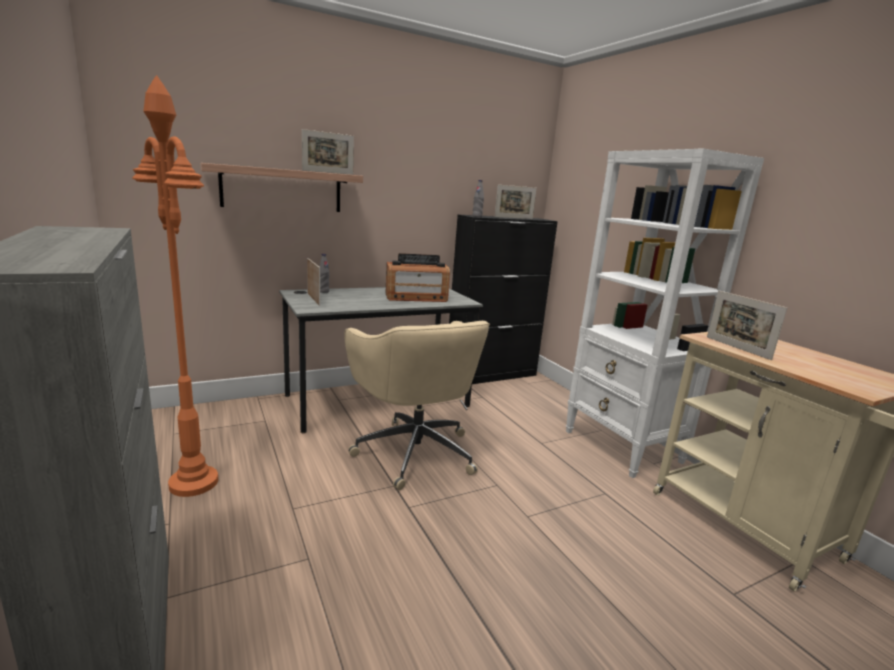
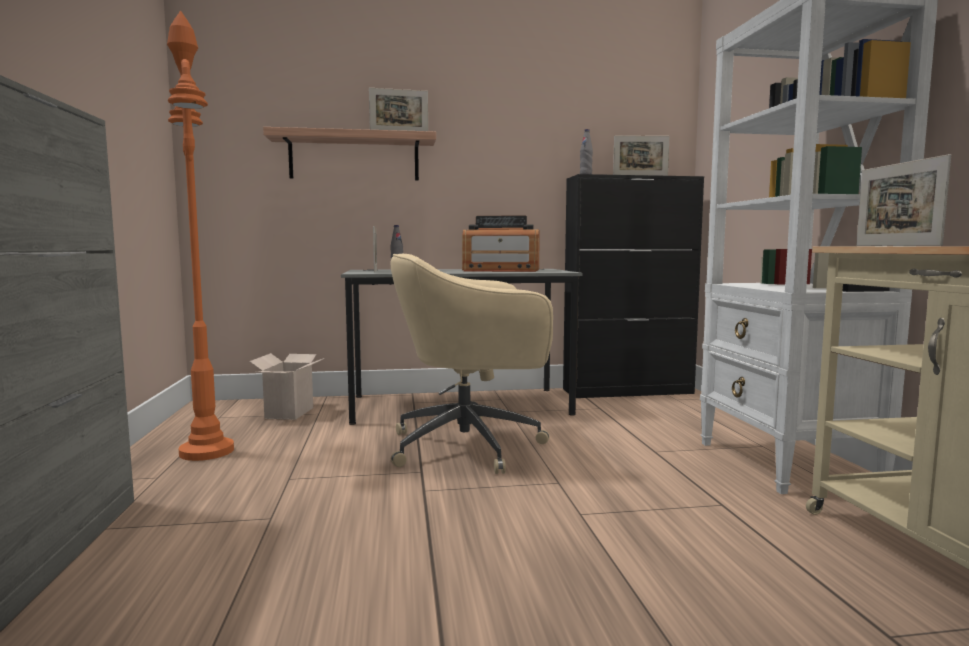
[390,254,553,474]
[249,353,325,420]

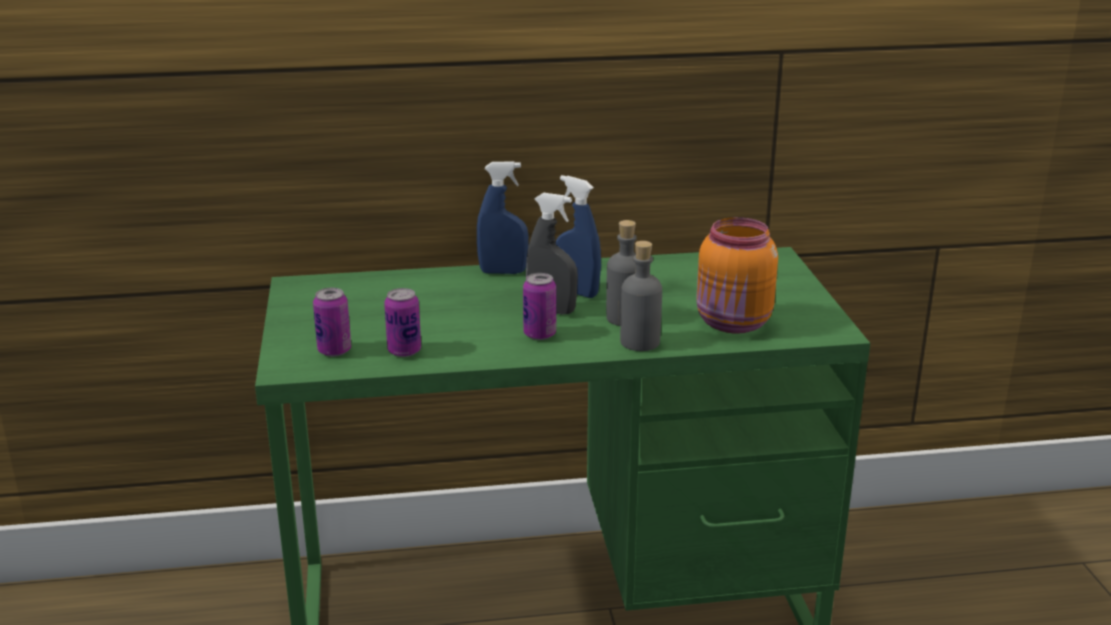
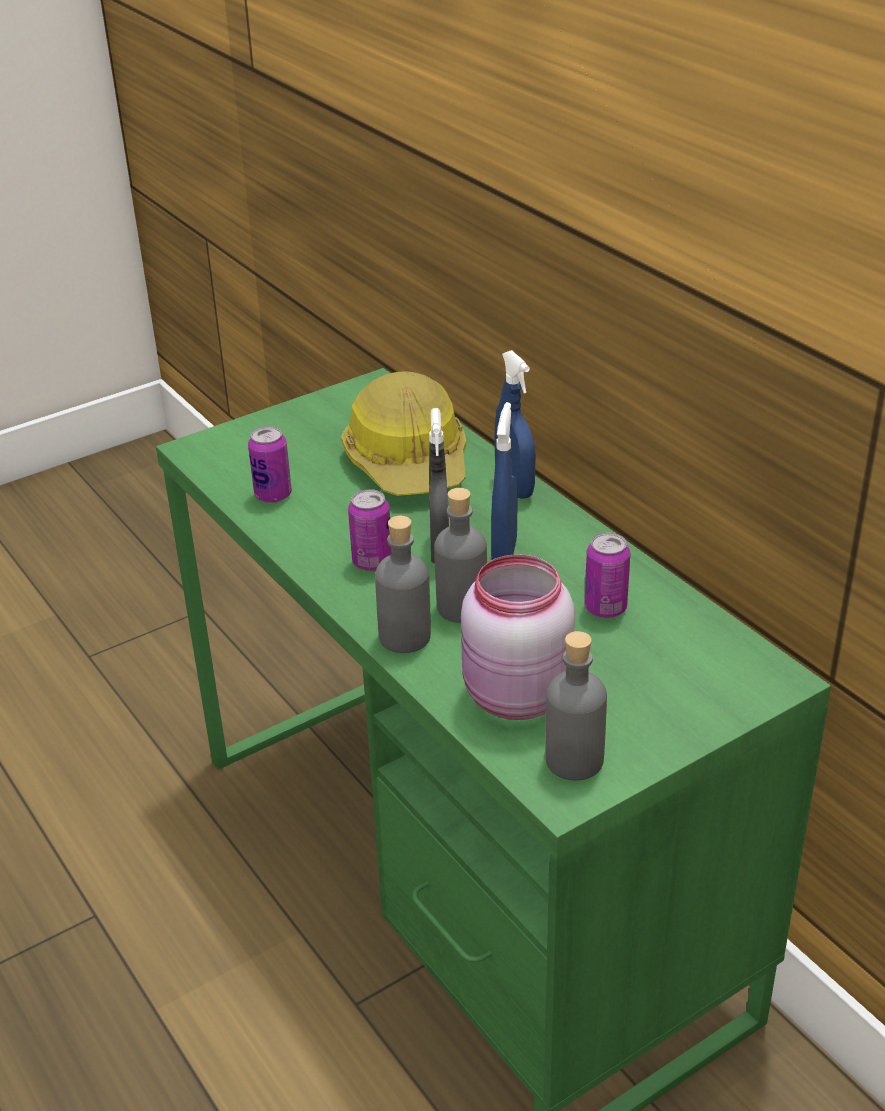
[461,554,575,720]
[585,533,630,618]
[341,371,466,496]
[545,631,607,780]

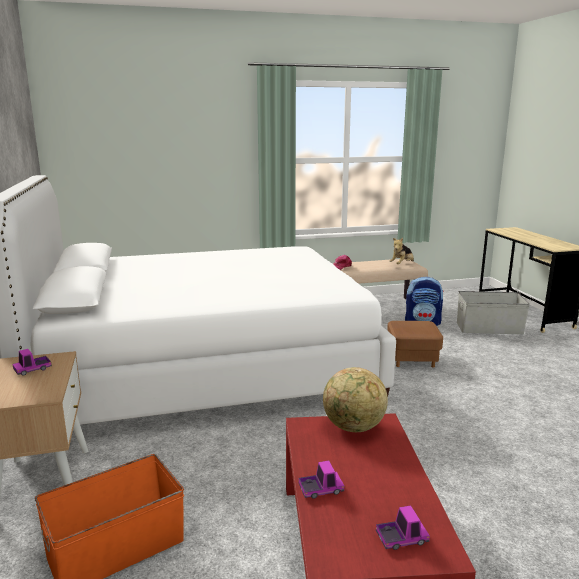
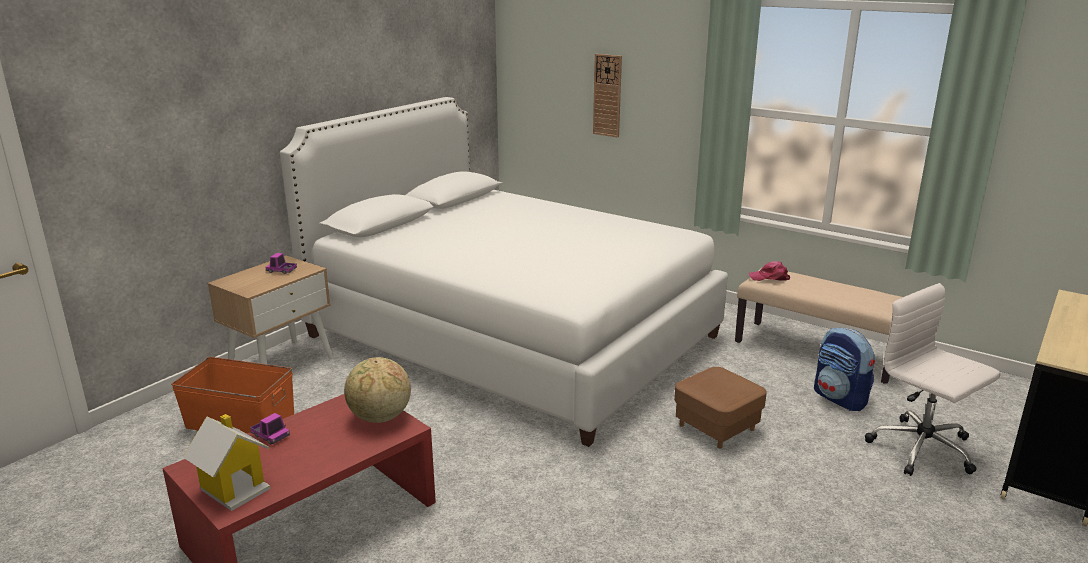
[389,238,414,264] (first image)
[865,283,1000,476]
[183,414,270,511]
[593,54,622,137]

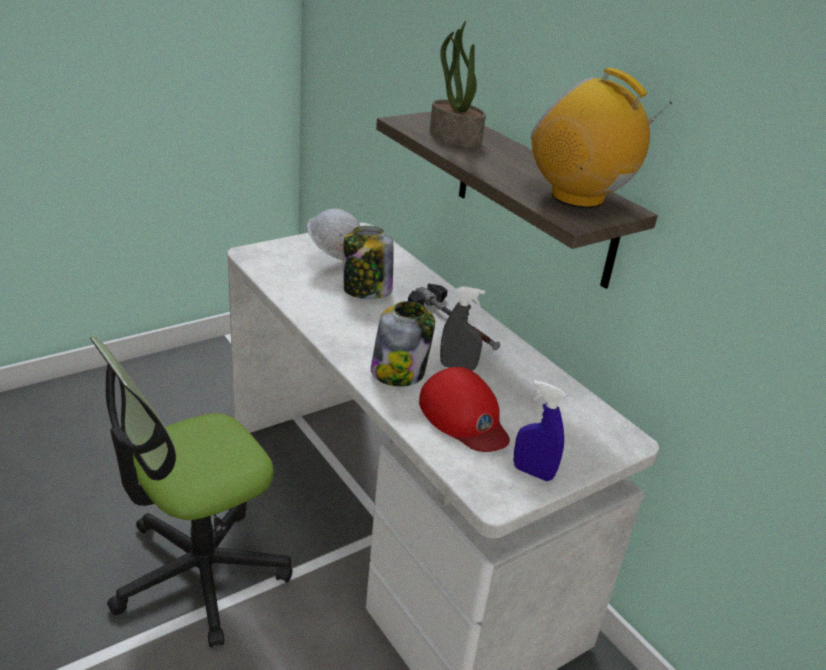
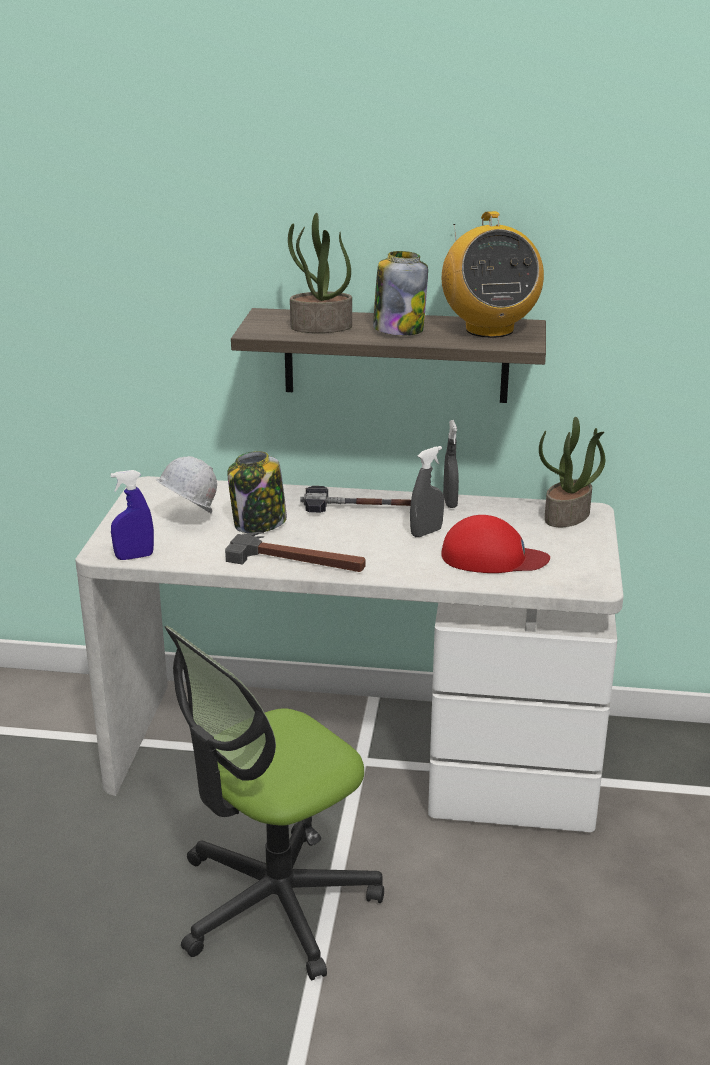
[442,211,544,338]
[373,251,428,335]
[164,626,384,980]
[110,470,154,560]
[539,417,605,527]
[443,420,459,508]
[225,532,366,572]

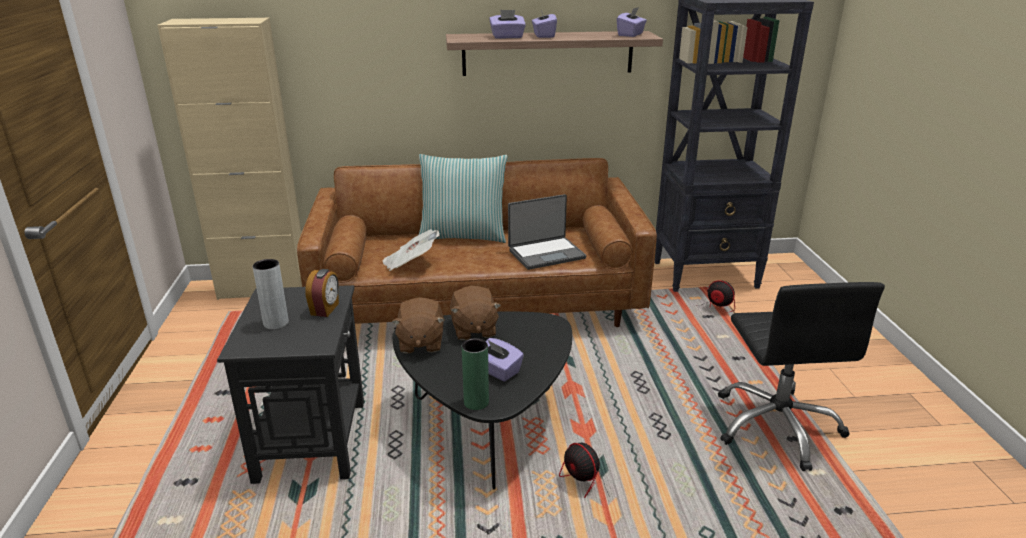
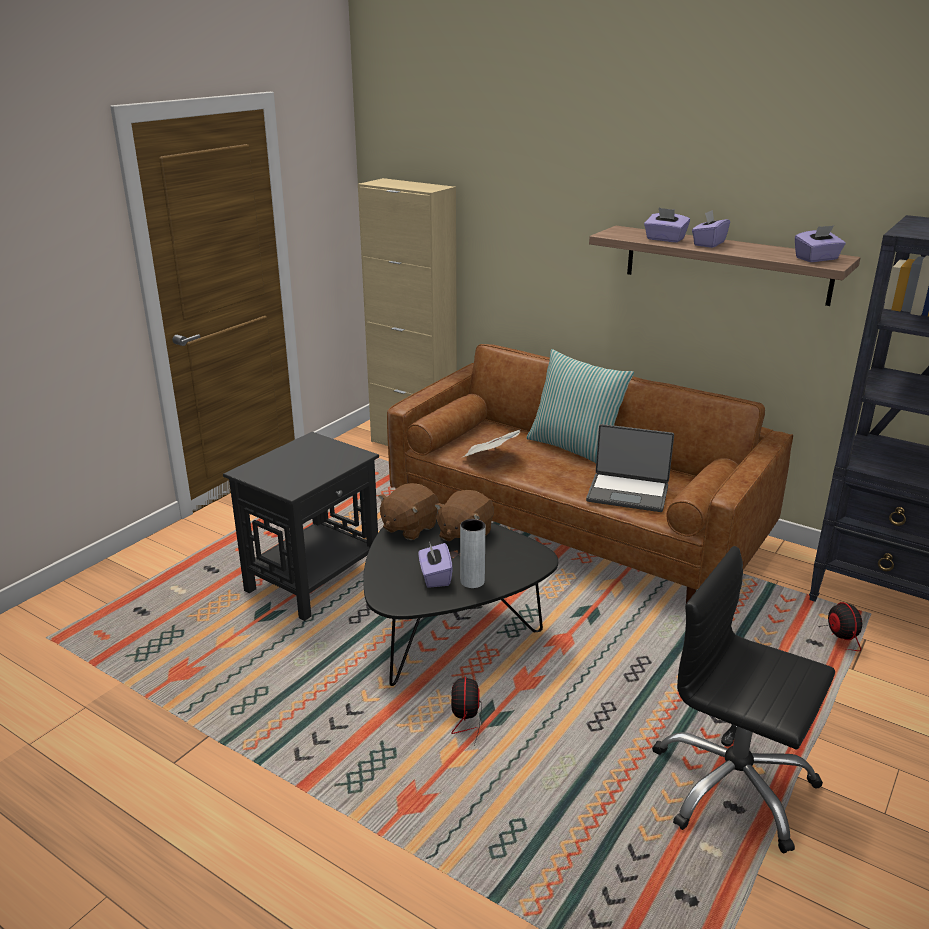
[460,519,485,588]
[305,269,339,317] (first image)
[652,546,835,853]
[462,338,489,410] (first image)

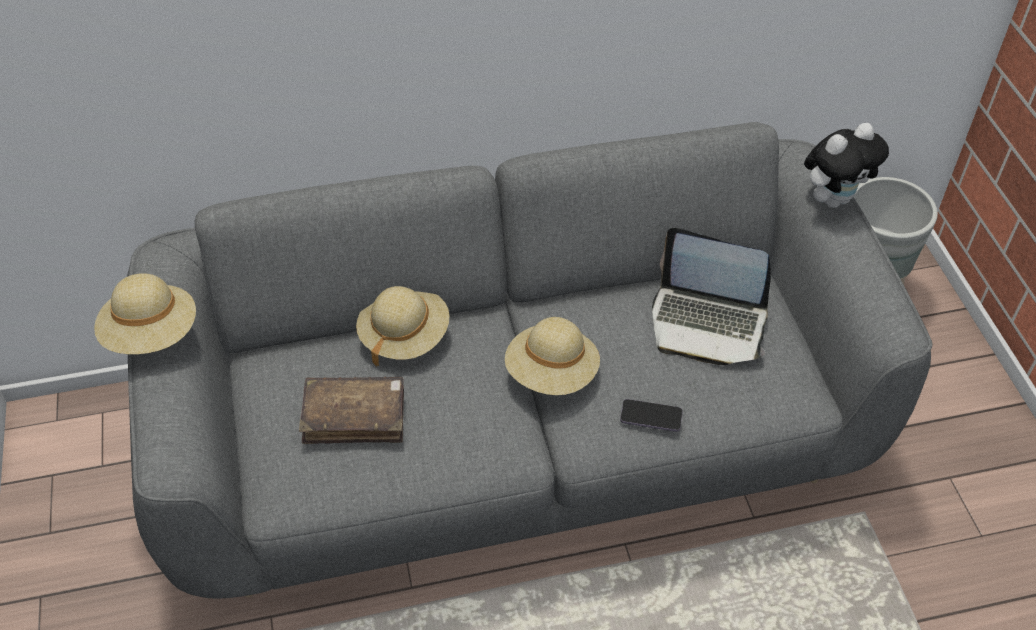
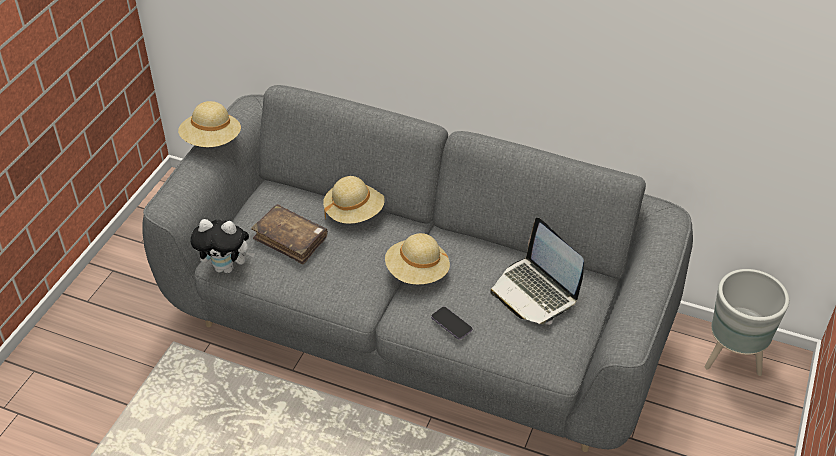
[190,219,255,274]

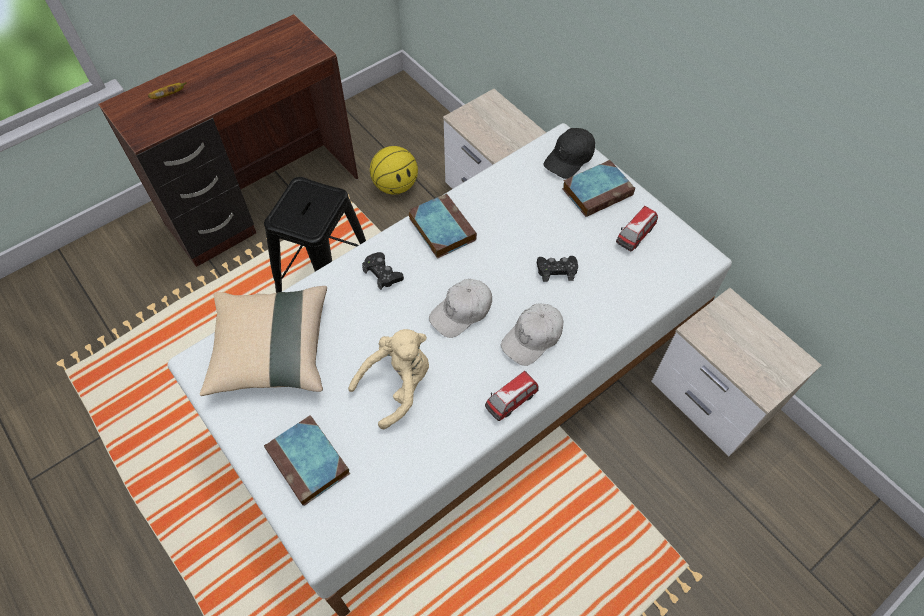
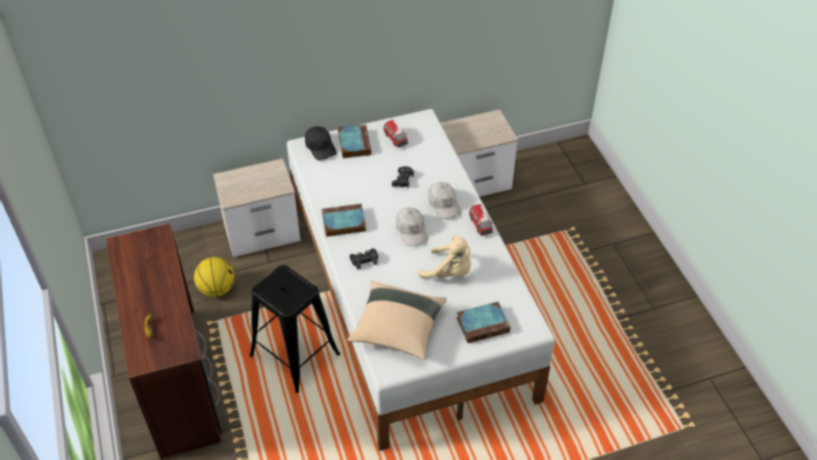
[418,236,471,278]

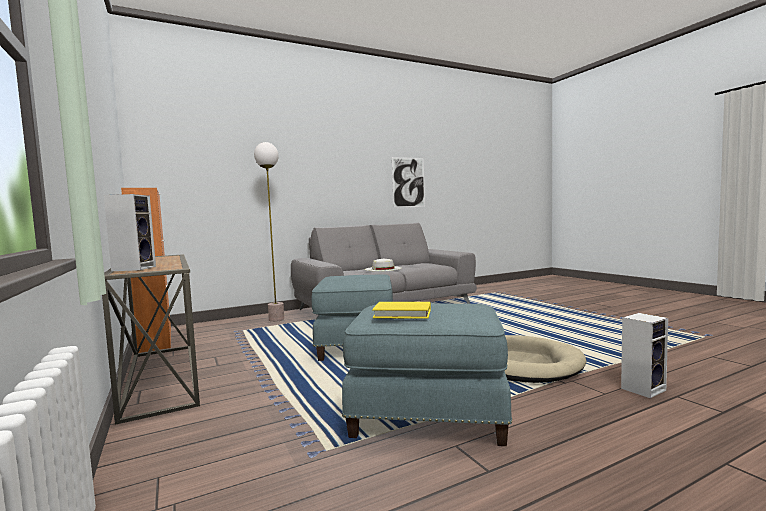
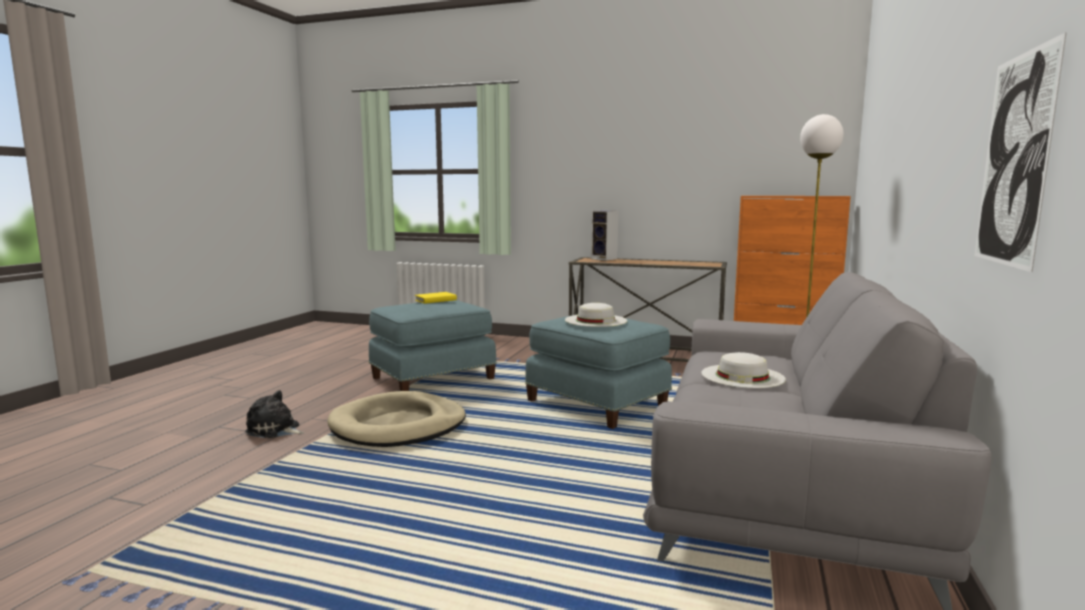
[245,390,305,438]
[565,303,627,327]

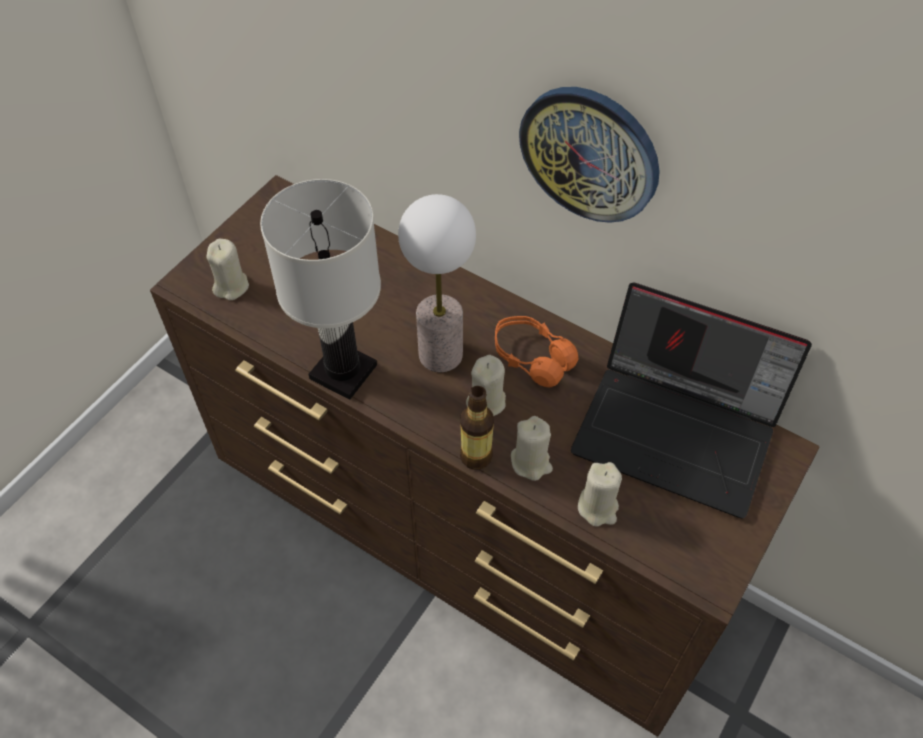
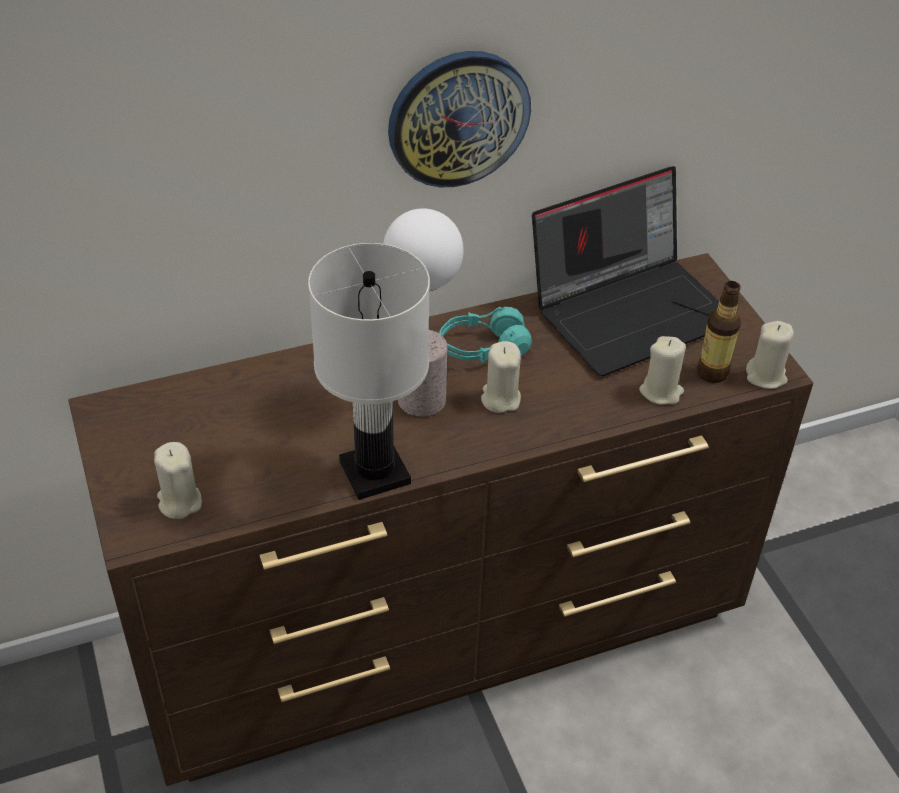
[439,307,532,363]
[697,281,741,383]
[746,321,794,389]

